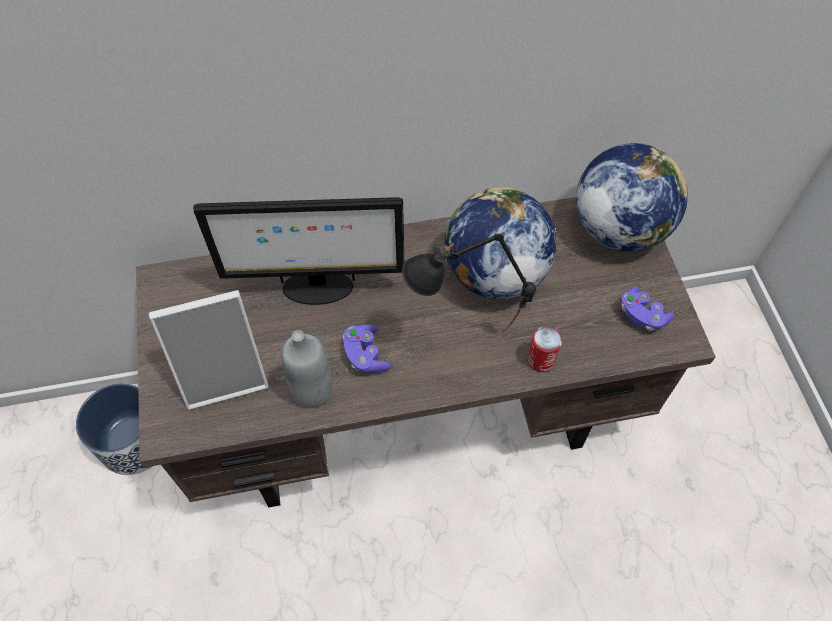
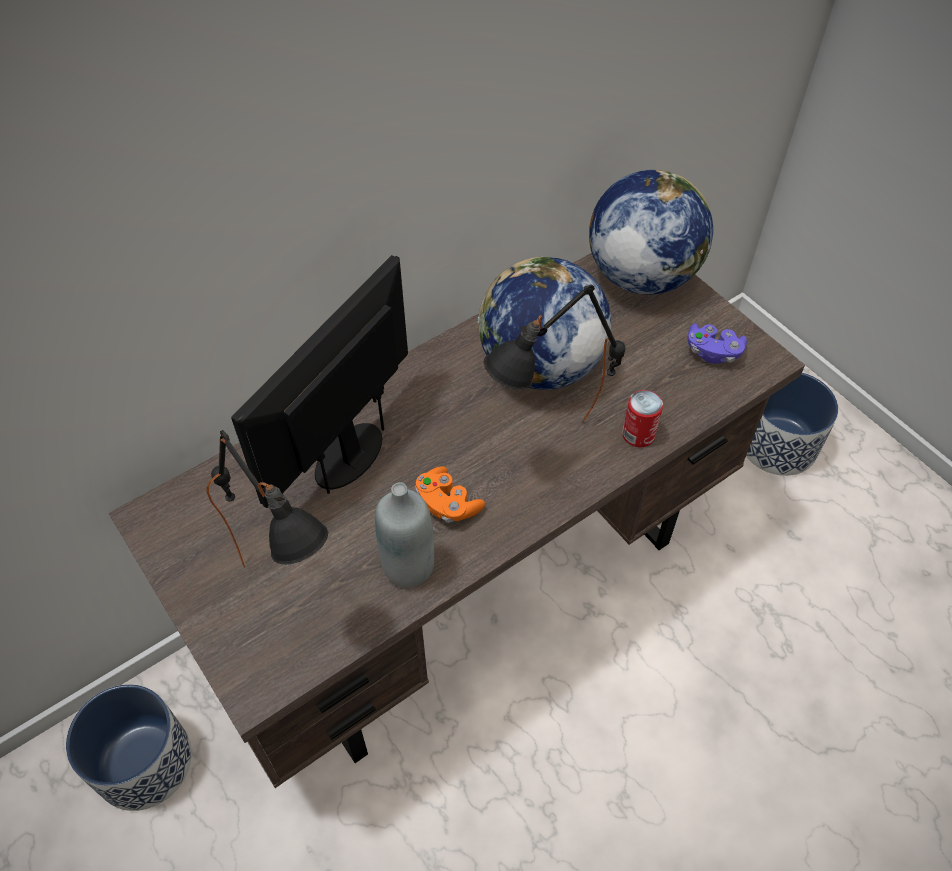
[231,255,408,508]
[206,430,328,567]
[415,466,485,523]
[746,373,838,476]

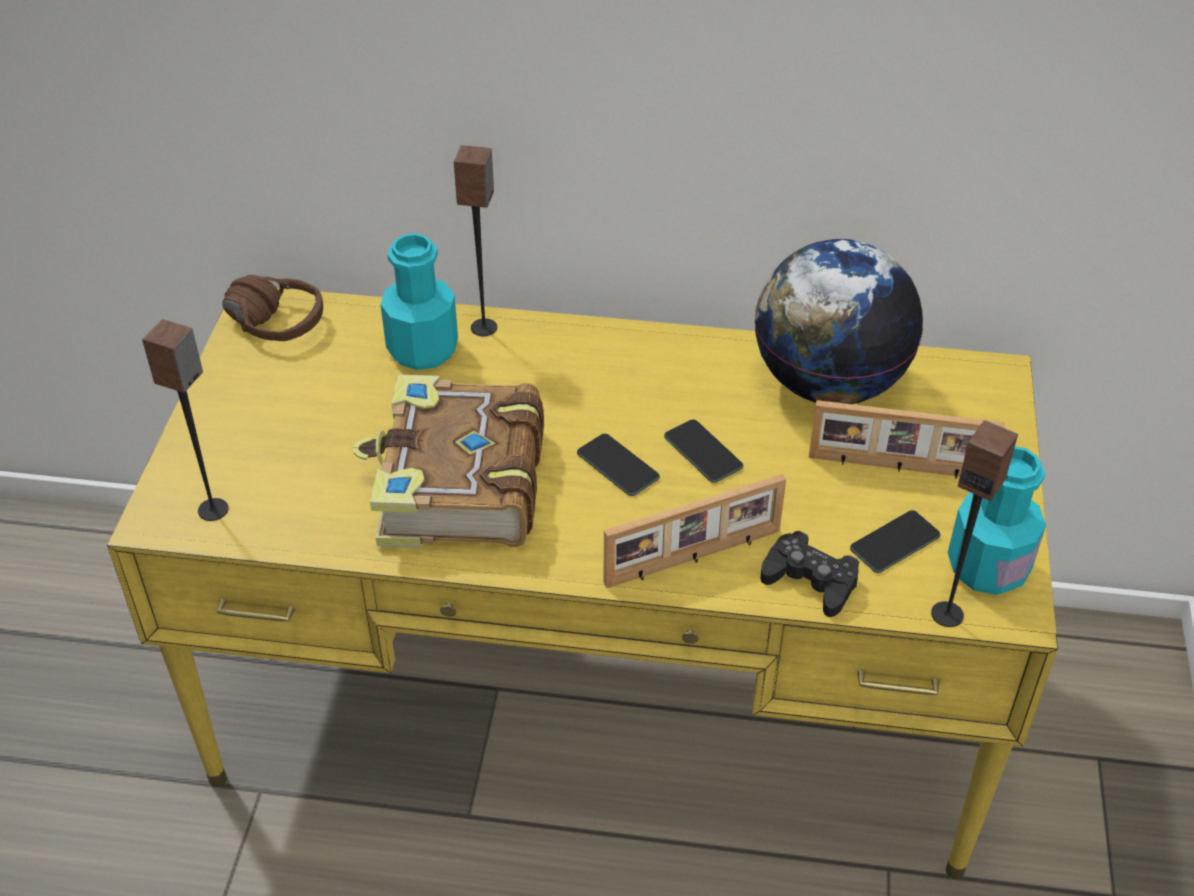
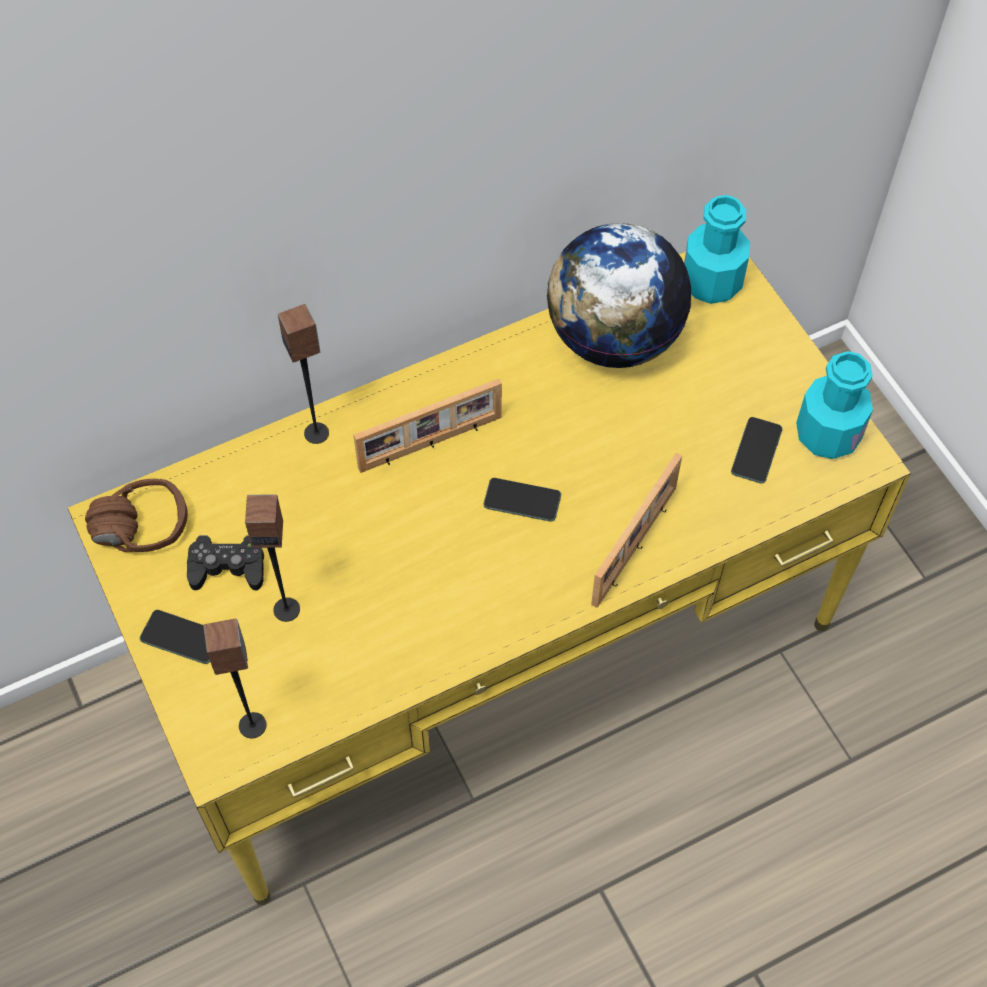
[684,195,750,304]
[353,374,544,548] (first image)
[353,379,502,473]
[140,610,210,664]
[245,494,300,622]
[187,535,264,590]

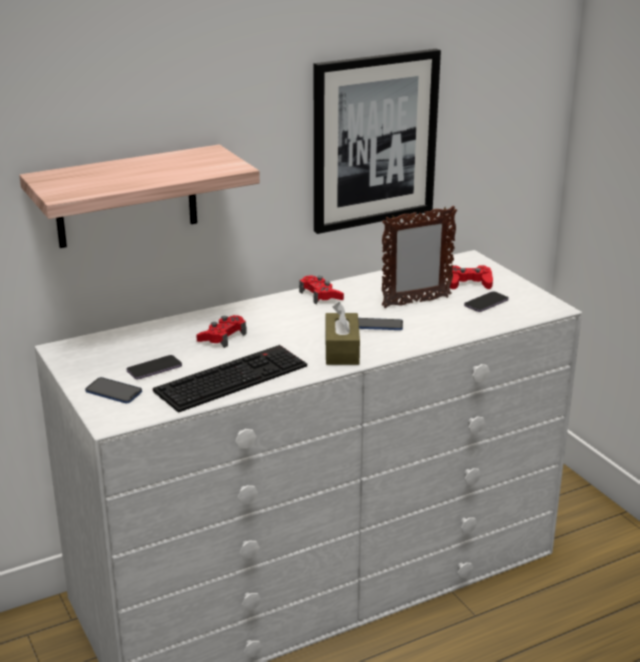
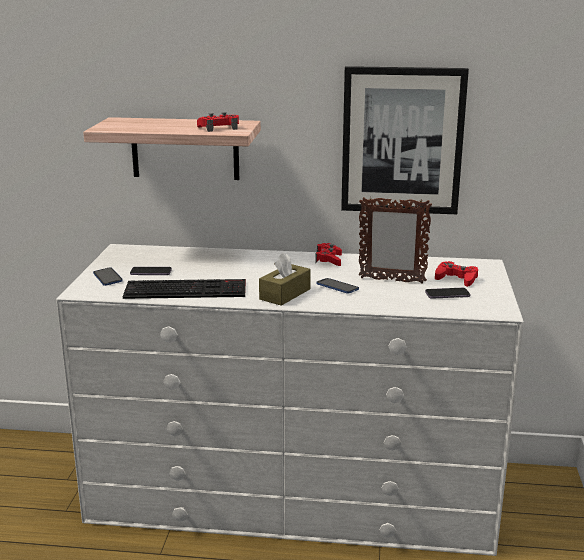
[197,112,239,132]

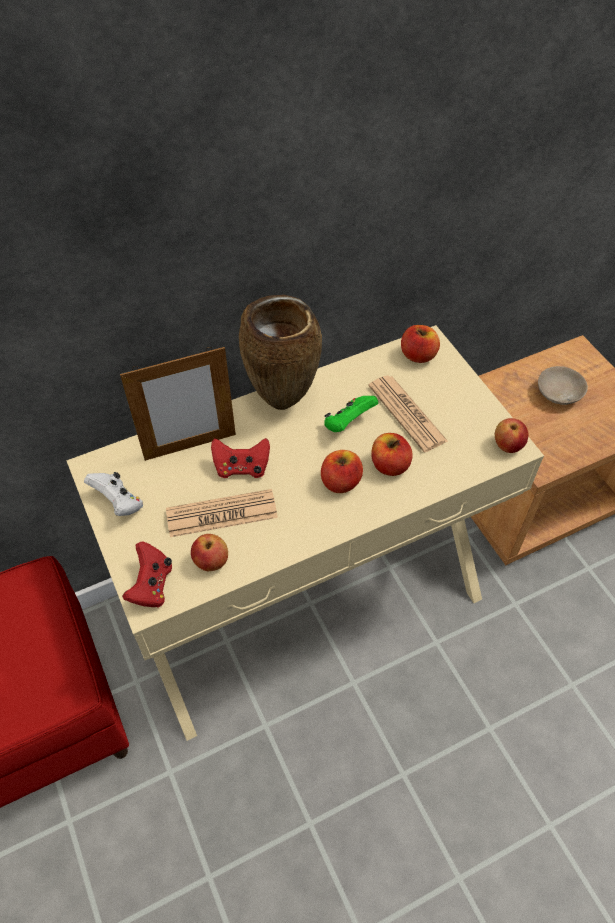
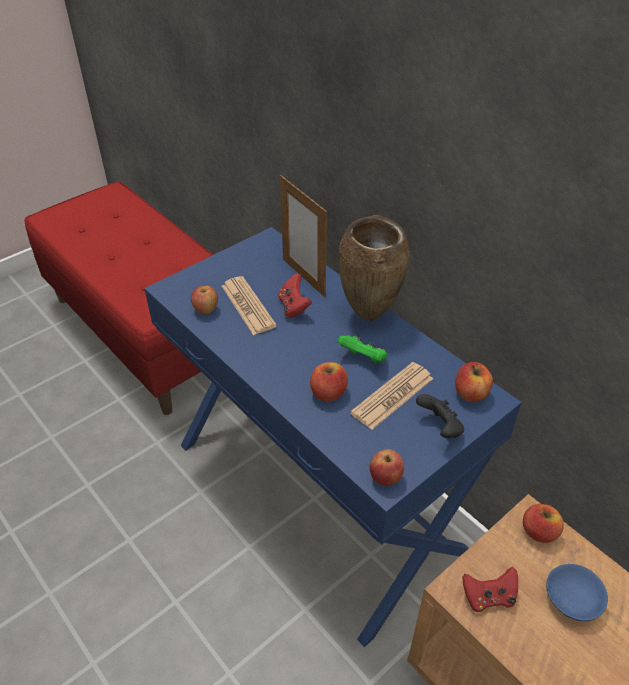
[144,227,522,647]
[546,564,608,621]
[523,504,564,543]
[84,472,143,516] (first image)
[462,567,518,612]
[416,394,464,438]

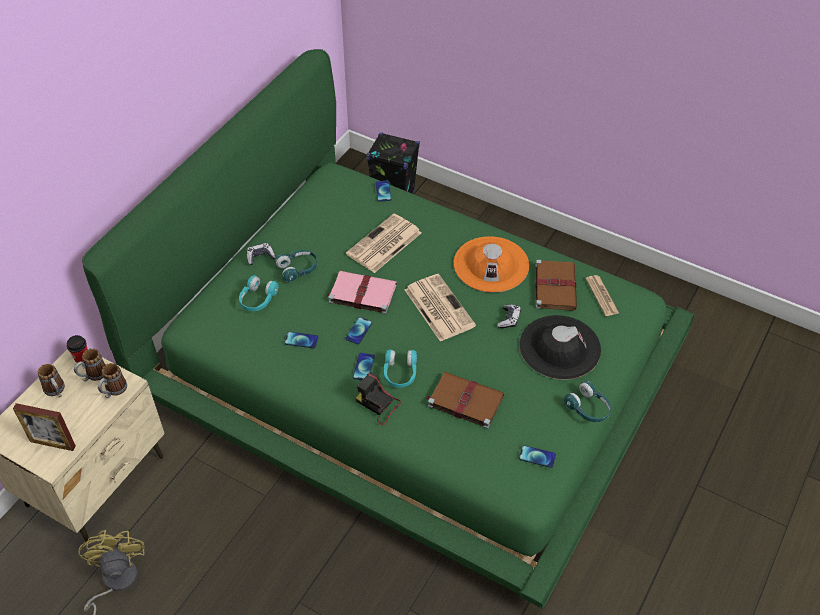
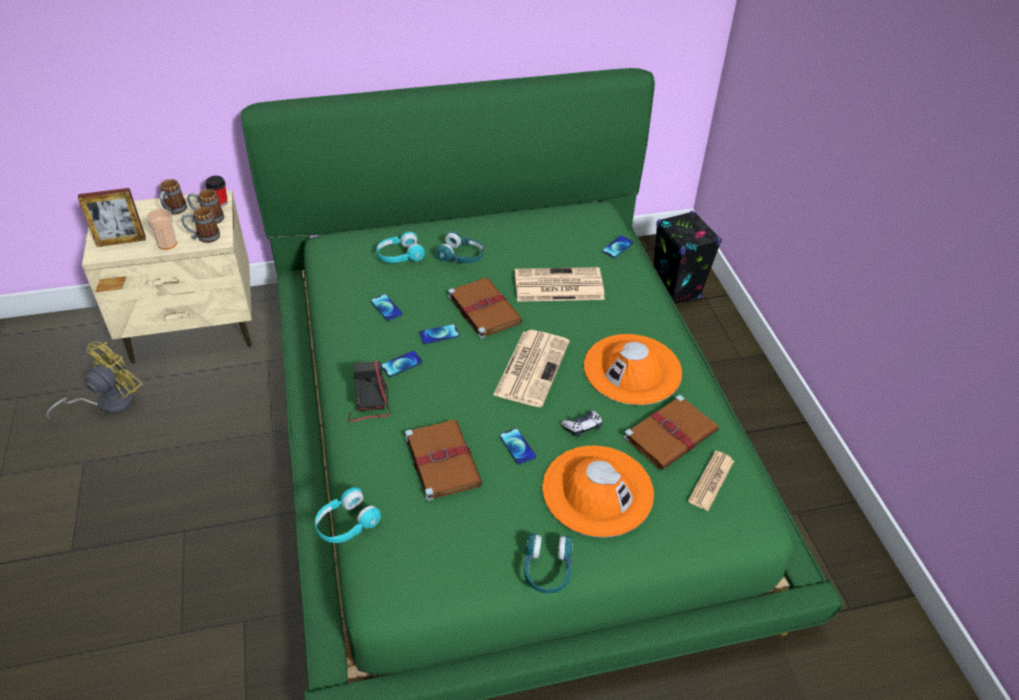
[247,243,276,265] (first image)
[448,278,523,339]
[542,445,654,537]
[315,487,381,543]
[78,188,146,247]
[500,428,536,465]
[146,209,177,250]

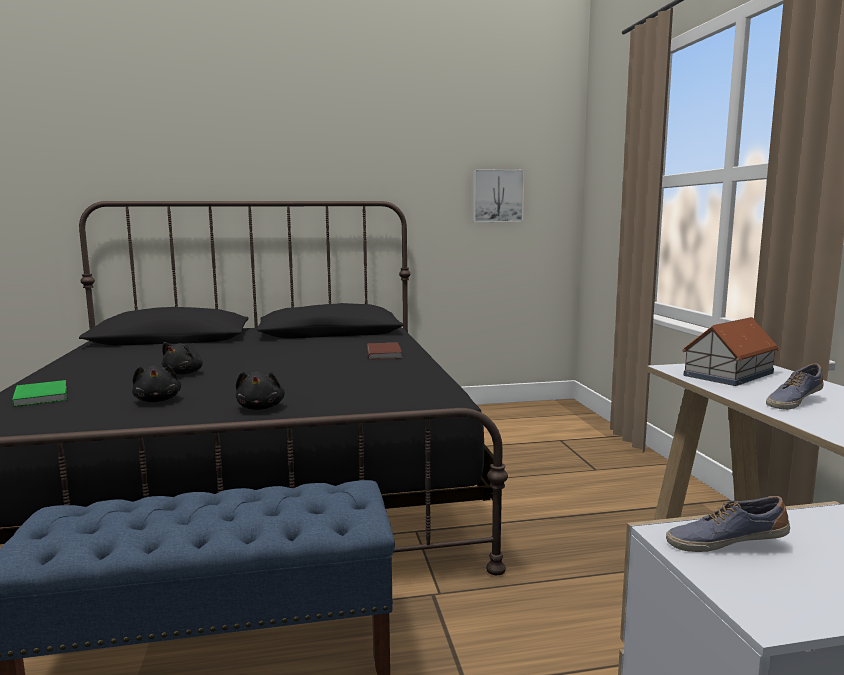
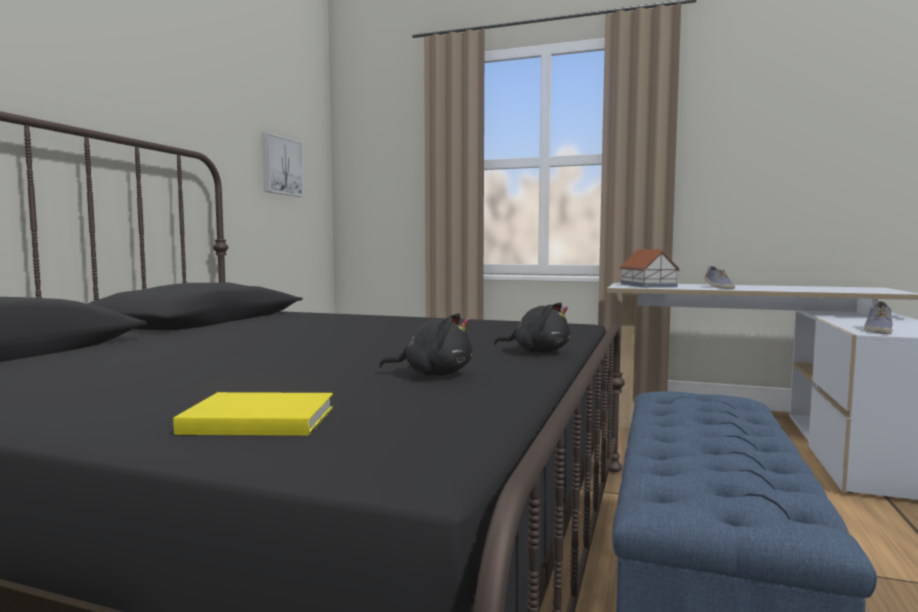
[162,342,203,375] (first image)
[367,343,402,359] (first image)
[173,392,333,436]

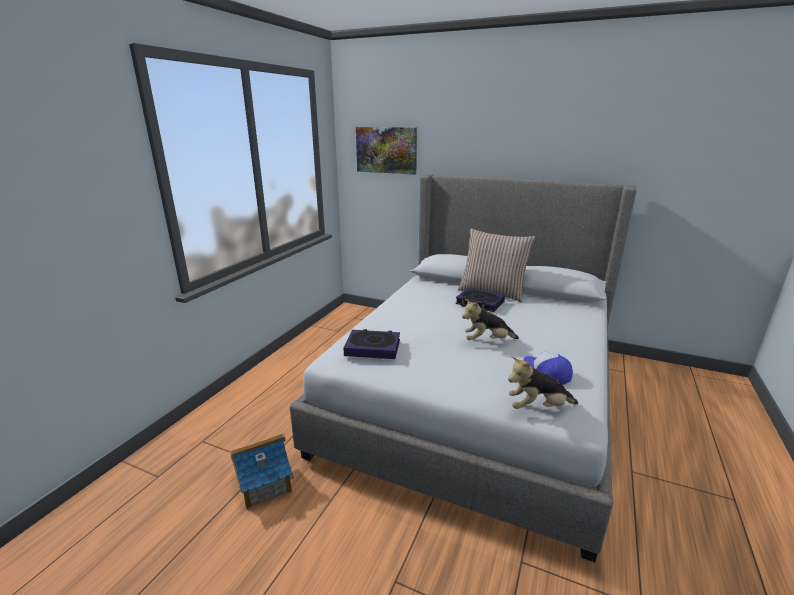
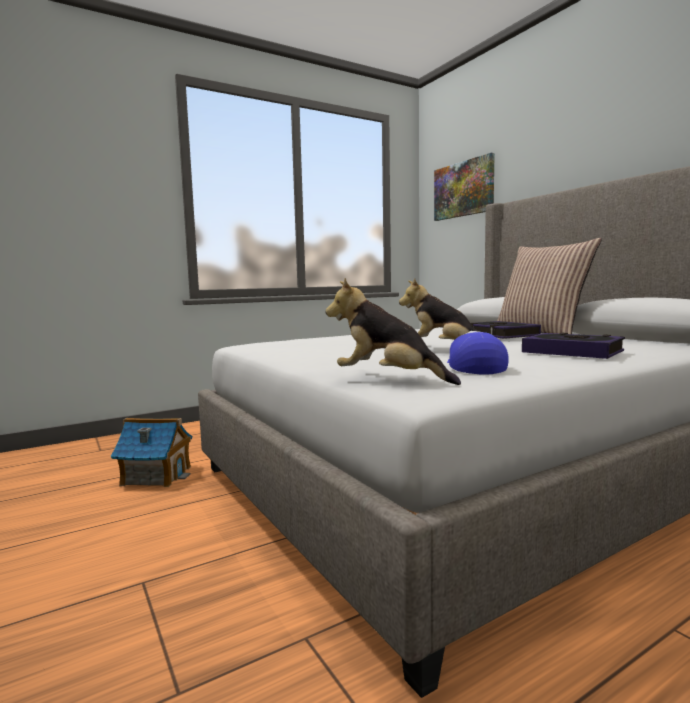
[522,333,625,359]

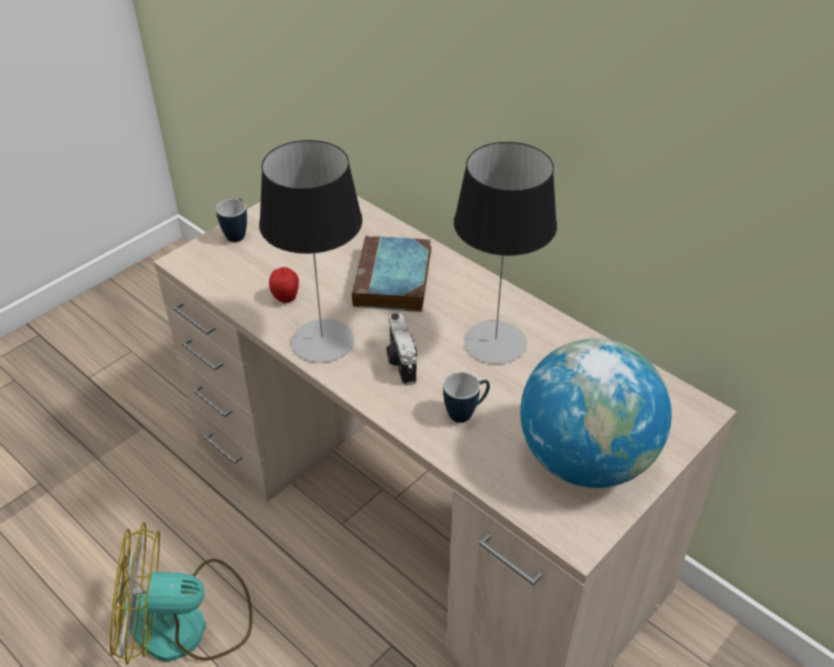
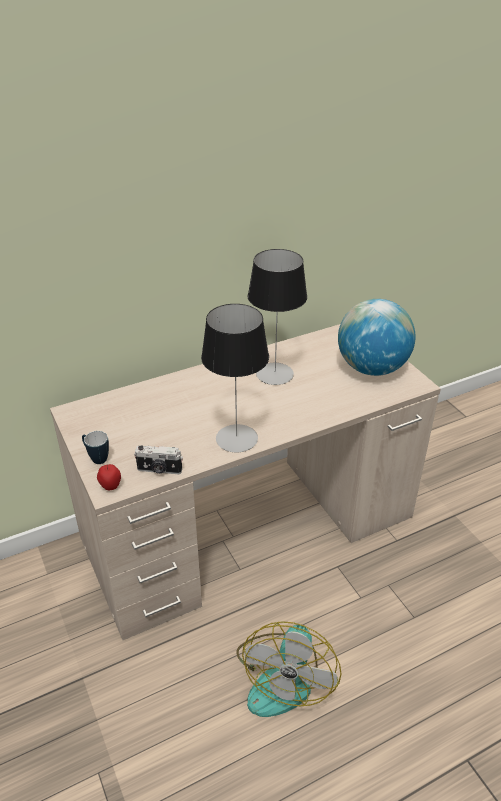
[352,236,431,312] (first image)
[97,464,121,490]
[134,445,183,474]
[443,372,490,423] (first image)

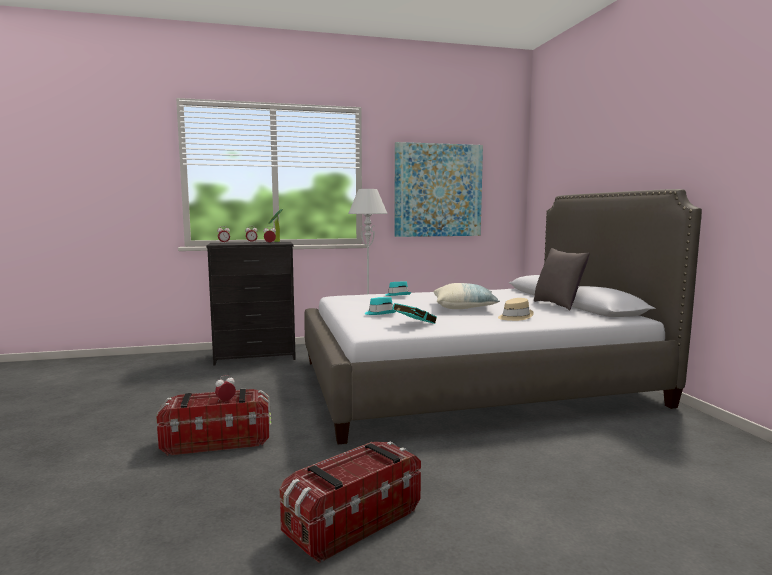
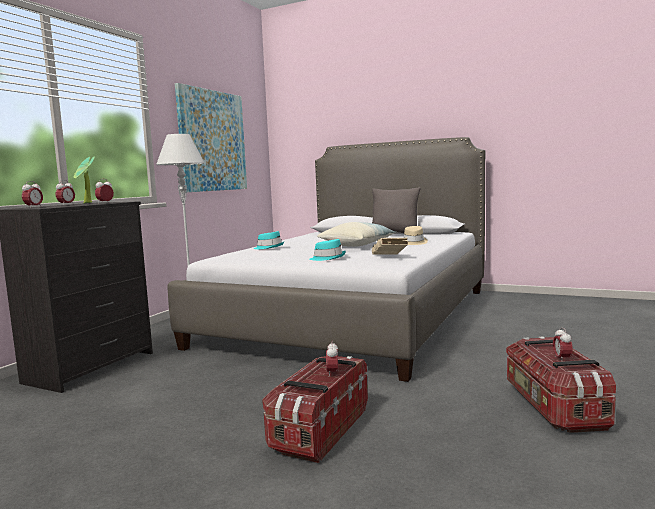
[372,238,408,255]
[553,327,573,360]

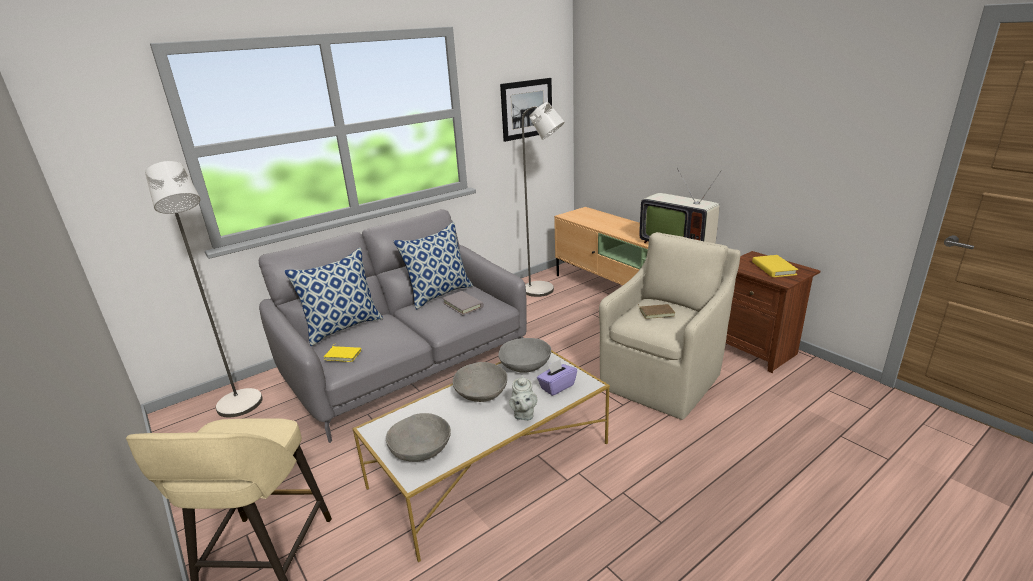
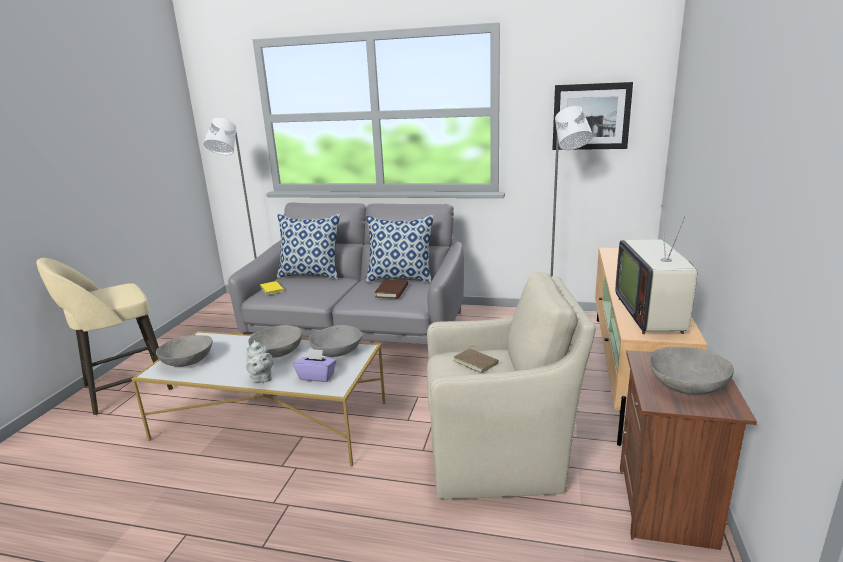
[649,347,734,395]
[375,279,408,299]
[246,340,274,384]

